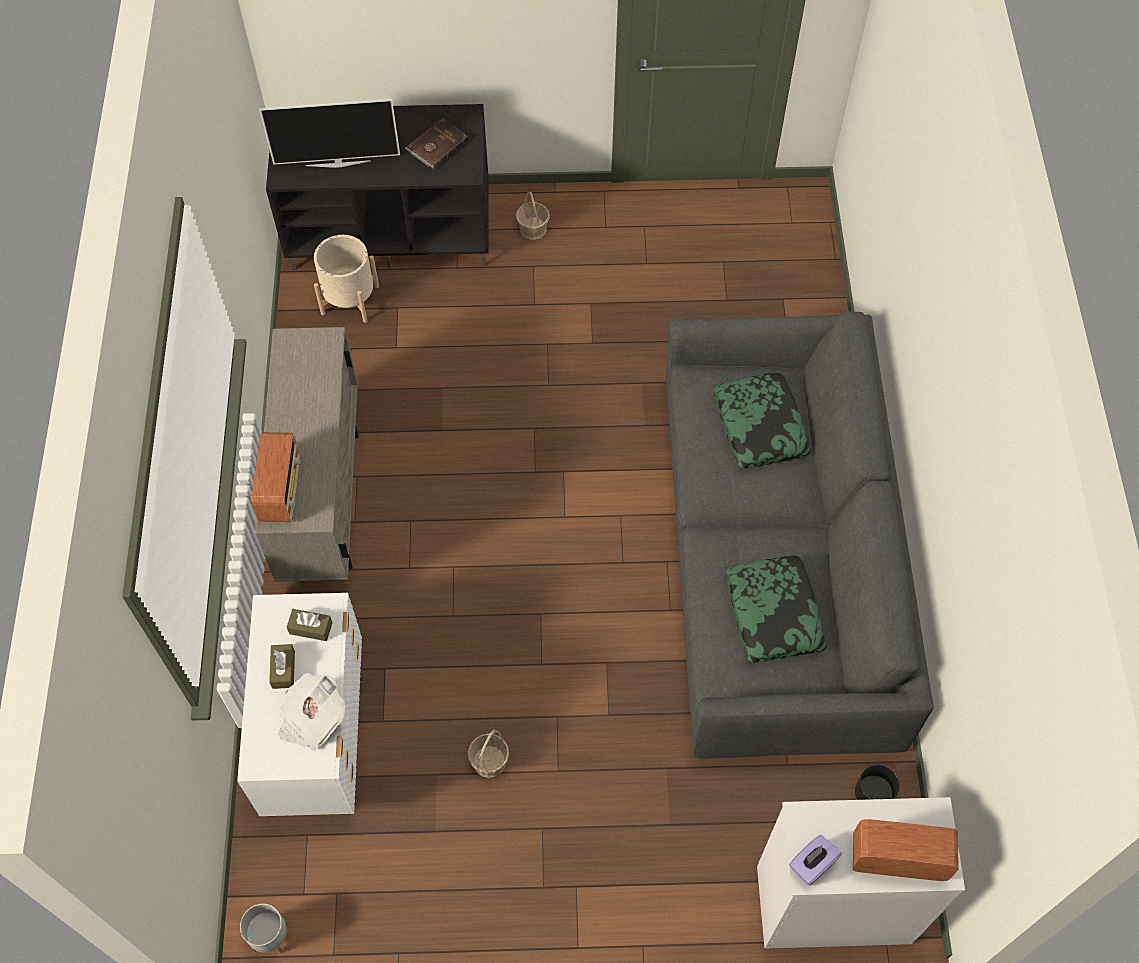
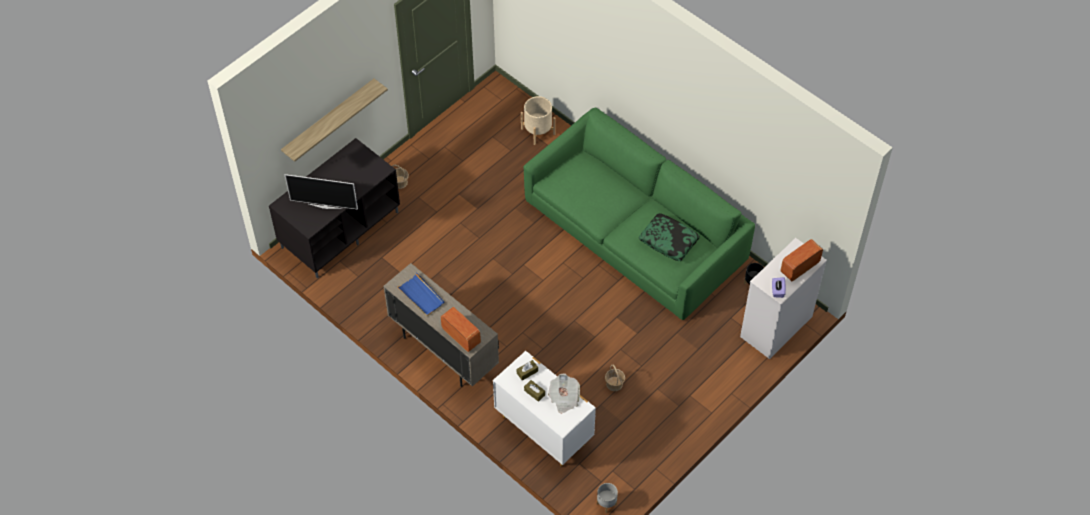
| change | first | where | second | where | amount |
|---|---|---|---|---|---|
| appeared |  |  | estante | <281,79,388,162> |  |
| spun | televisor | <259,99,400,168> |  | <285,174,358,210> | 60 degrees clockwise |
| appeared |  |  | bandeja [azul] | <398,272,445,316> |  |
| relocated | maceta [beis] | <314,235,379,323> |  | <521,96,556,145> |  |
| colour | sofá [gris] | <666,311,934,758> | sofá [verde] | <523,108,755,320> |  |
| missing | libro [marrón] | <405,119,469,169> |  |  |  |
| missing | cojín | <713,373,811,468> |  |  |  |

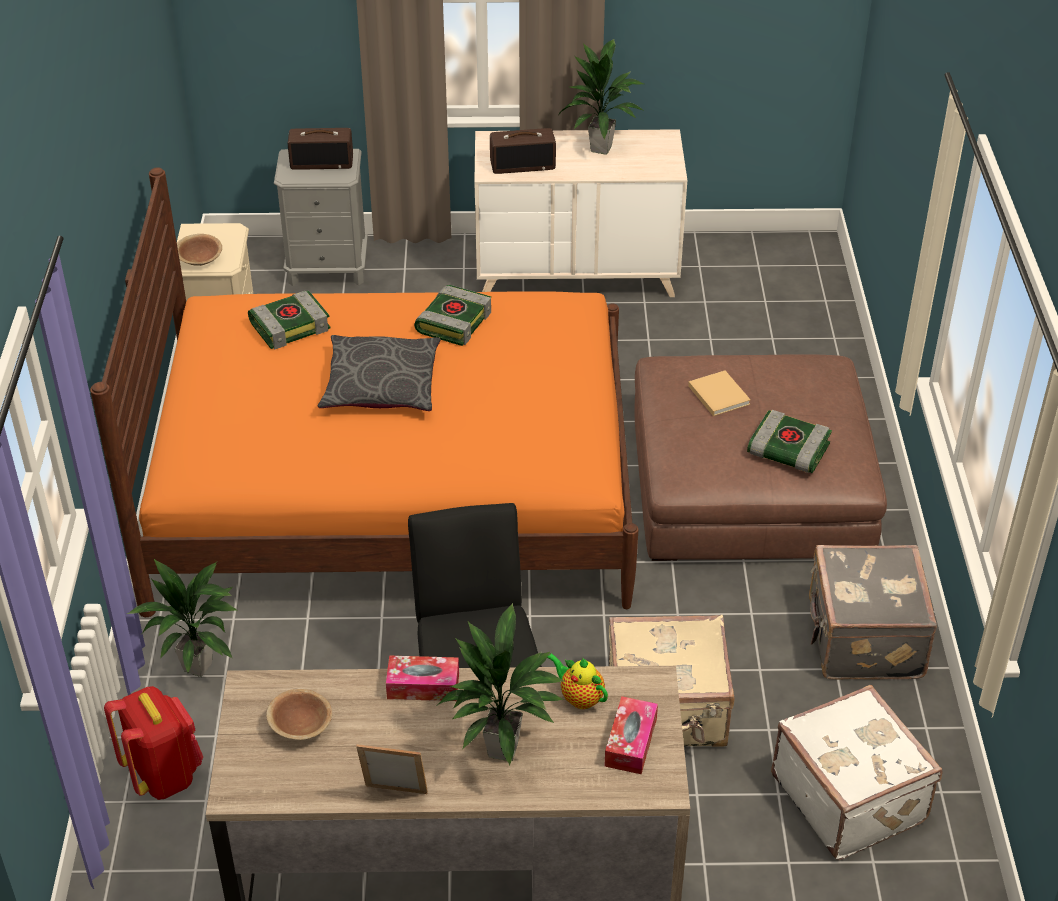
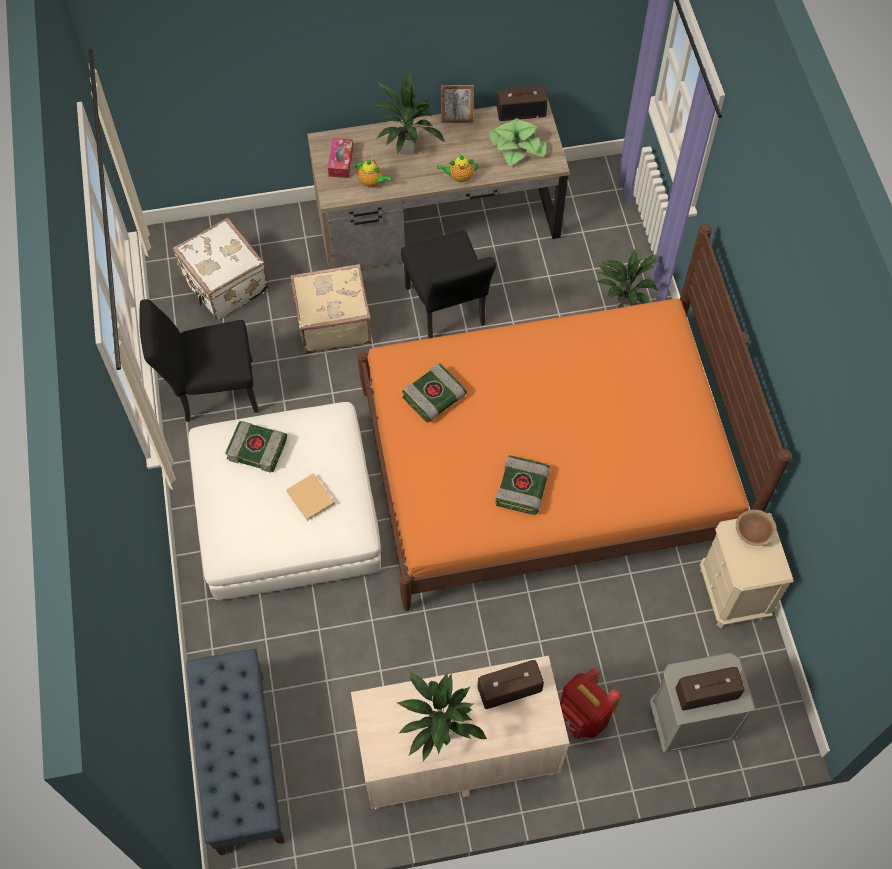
| change | first | where | second | where | amount |
|---|---|---|---|---|---|
| exchanged | maleta [gris] | <809,545,937,680> | silla [negro] | <139,299,259,422> |  |
| appeared |  |  | banco [azul] | <186,649,285,855> |  |
| colour | puf [marrón] | <635,354,887,561> | puf [blanco] | <189,402,381,600> |  |
| relocated | libro | <248,291,330,349> |  | <402,363,467,423> |  |
| exchanged | caja de pañuelos | <386,656,459,701> | tetera | <437,155,478,183> |  |
| exchanged | cuenco [marrón] | <266,689,332,740> | planta en maceta | <489,118,547,166> |  |
| appeared |  |  | radio | <497,86,548,121> |  |
| relocated | mochila [rojo] | <104,686,203,800> |  | <560,668,621,739> |  |
| missing | cojín [gris] | <318,335,441,411> |  |  |  |

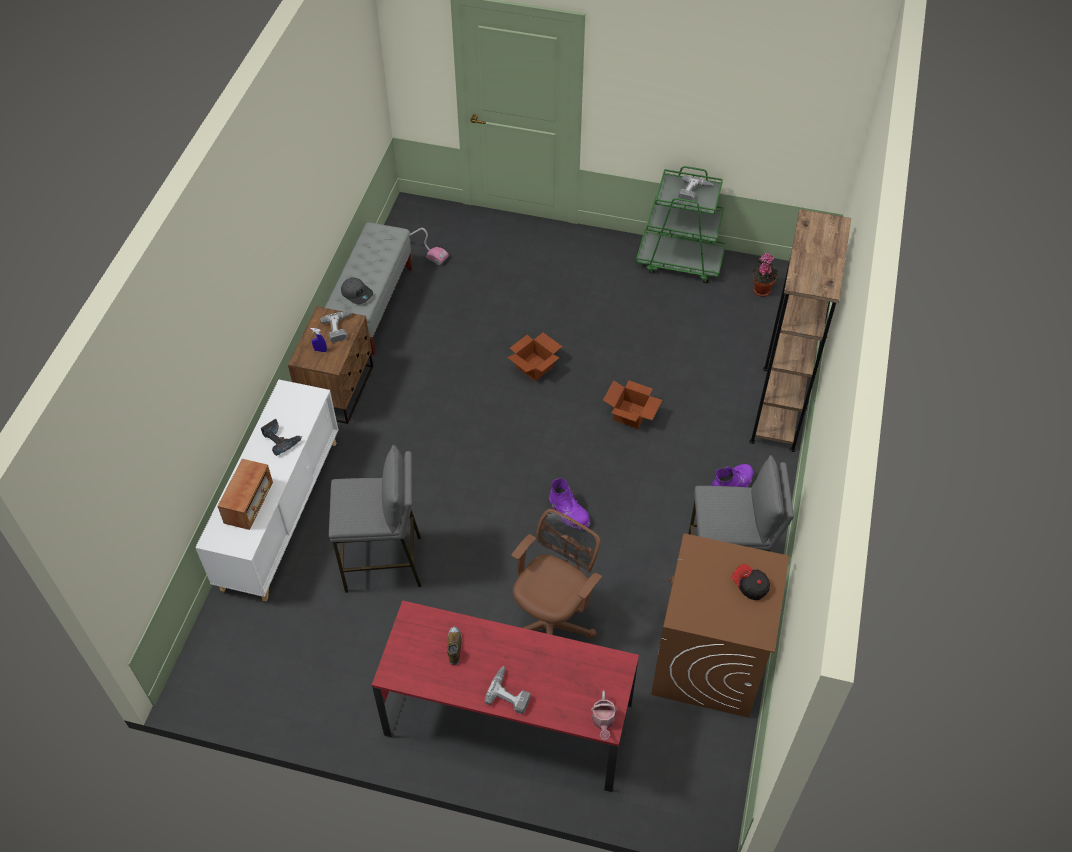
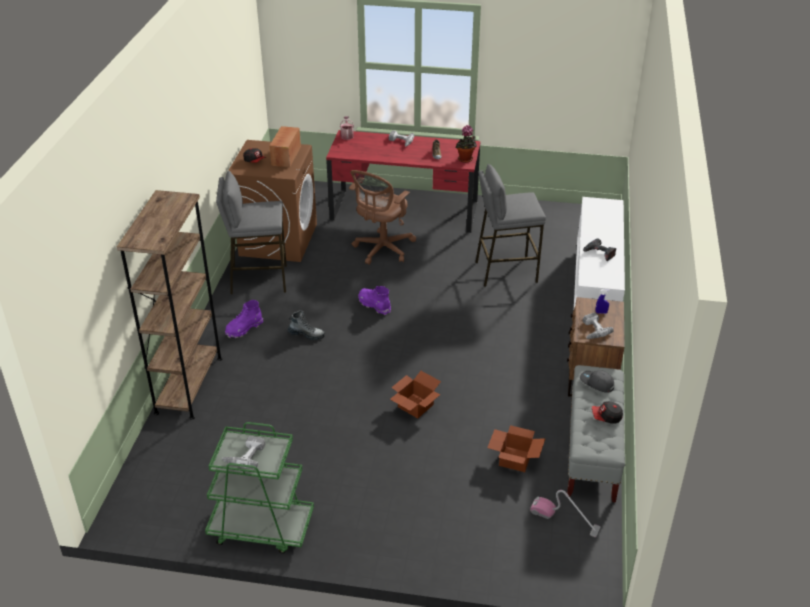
| change | first | where | second | where | amount |
|---|---|---|---|---|---|
| relocated | radio | <218,459,273,530> |  | <270,126,301,167> |  |
| appeared |  |  | bota | <287,310,325,340> |  |
| relocated | planta en maceta | <752,253,778,297> |  | <455,125,477,163> |  |
| relocated | caja de cartón | <603,380,662,429> |  | <487,425,546,472> |  |
| appeared |  |  | gorra | <592,401,623,424> |  |

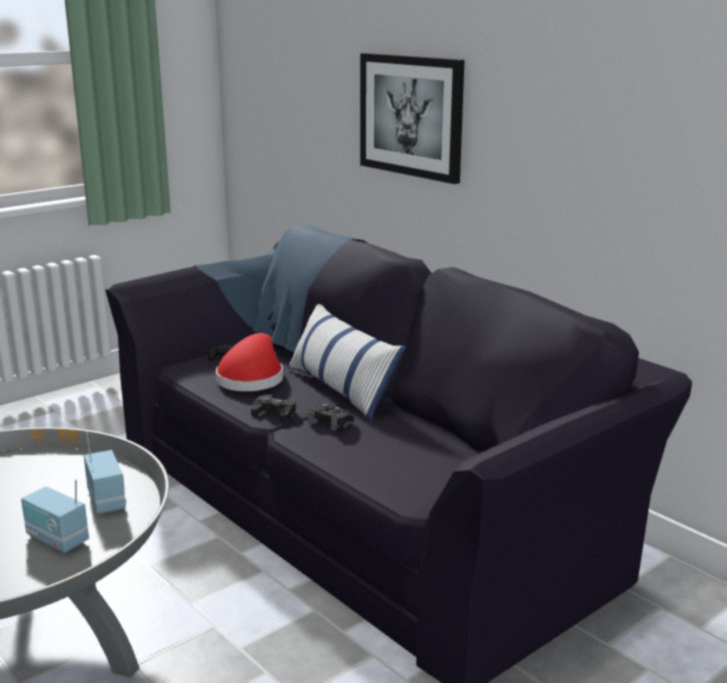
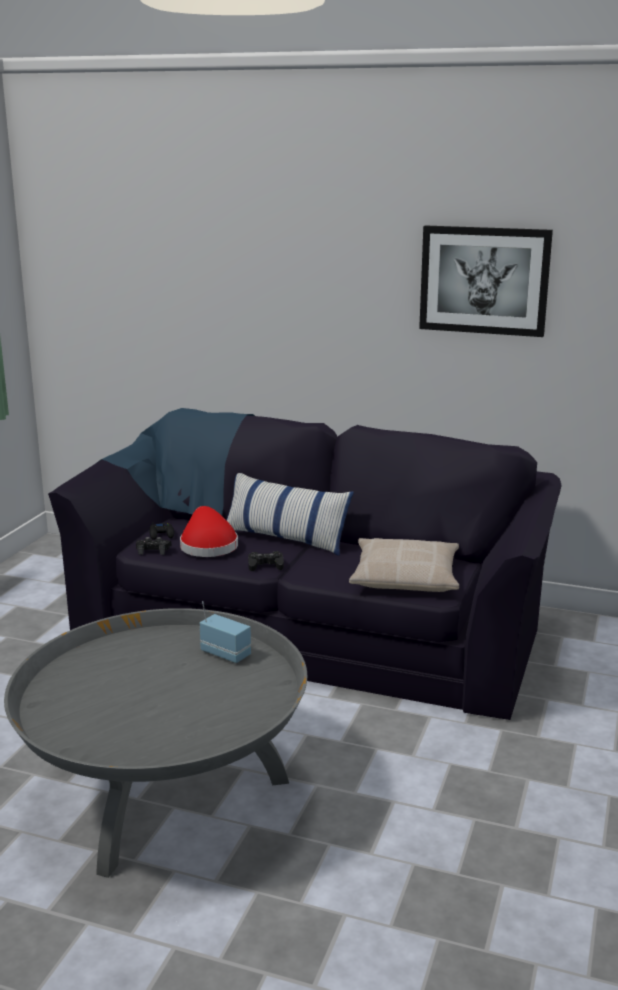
| change | first | where | second | where | amount |
|---|---|---|---|---|---|
| relocated | mando de consola [negro] | <308,404,354,431> |  | <136,537,171,555> |  |
| appeared |  |  | cojín [beis] | <349,538,459,592> |  |
| relocated | cuadro | <360,53,464,184> |  | <419,225,553,337> |  |
| missing | radio | <21,480,89,553> |  |  |  |

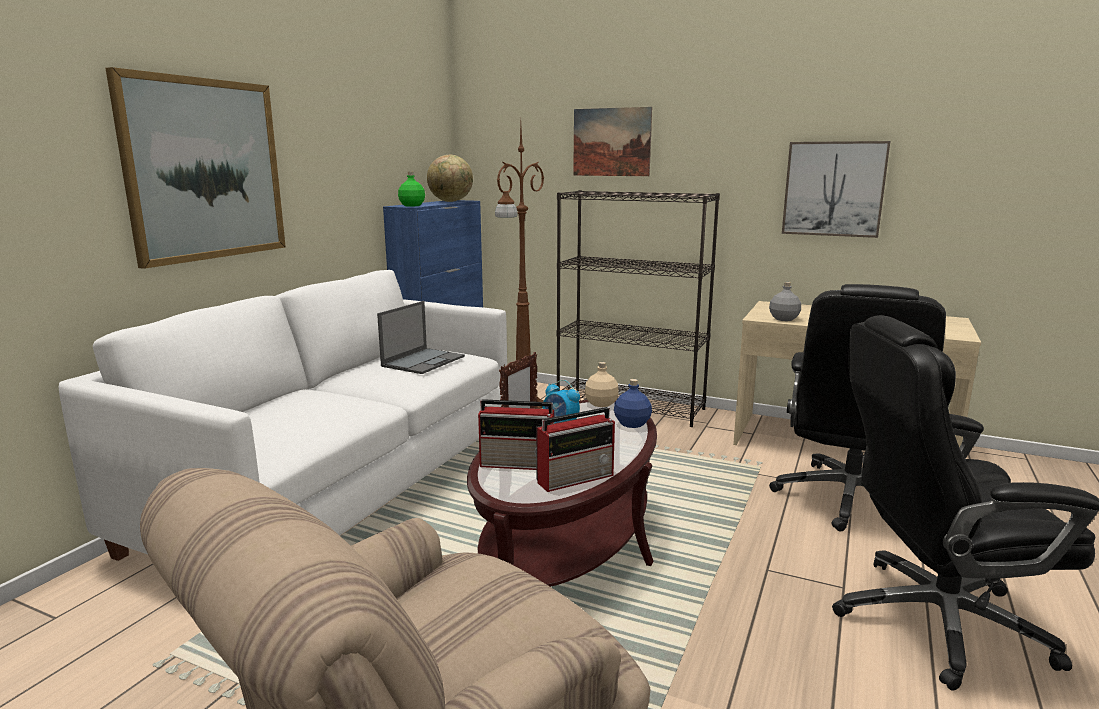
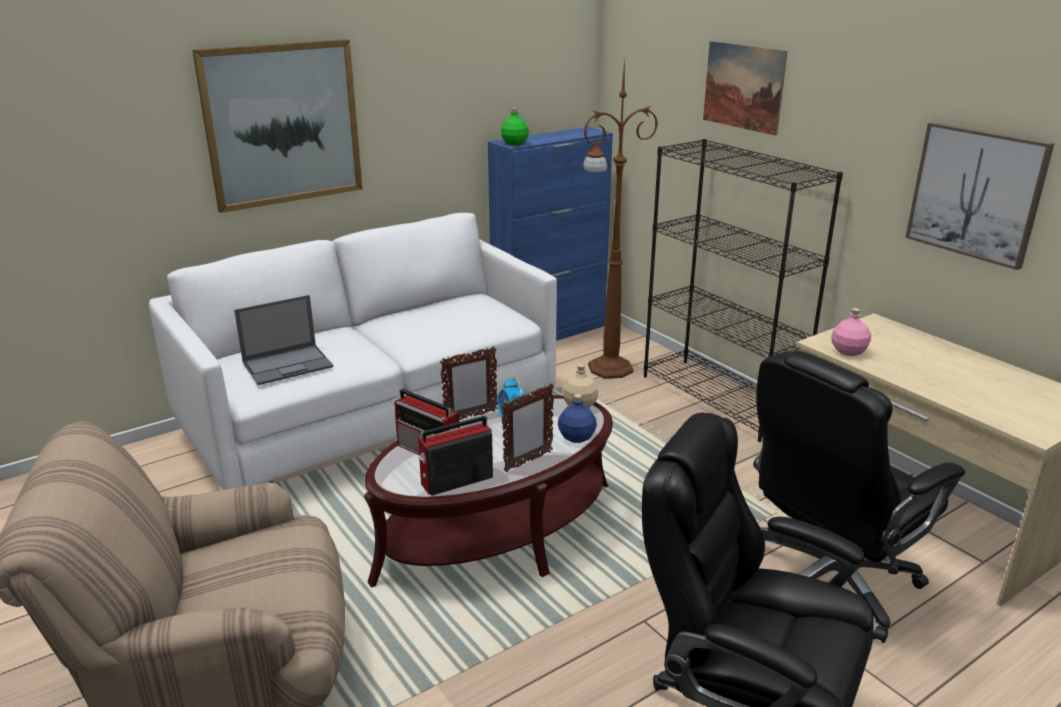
| change | first | where | second | where | amount |
|---|---|---|---|---|---|
| relocated | portátil | <377,301,465,374> |  | <234,295,333,385> |  |
| spun | radio | <536,407,615,492> |  | <418,416,493,496> | 150 degrees clockwise |
| appeared |  |  | portarretratos | <501,383,554,472> |  |
| colour | botella [gris] | <769,282,801,321> | botella [rosa] | <831,308,871,356> |  |
| missing | globo terráqueo | <427,155,473,202> |  |  |  |

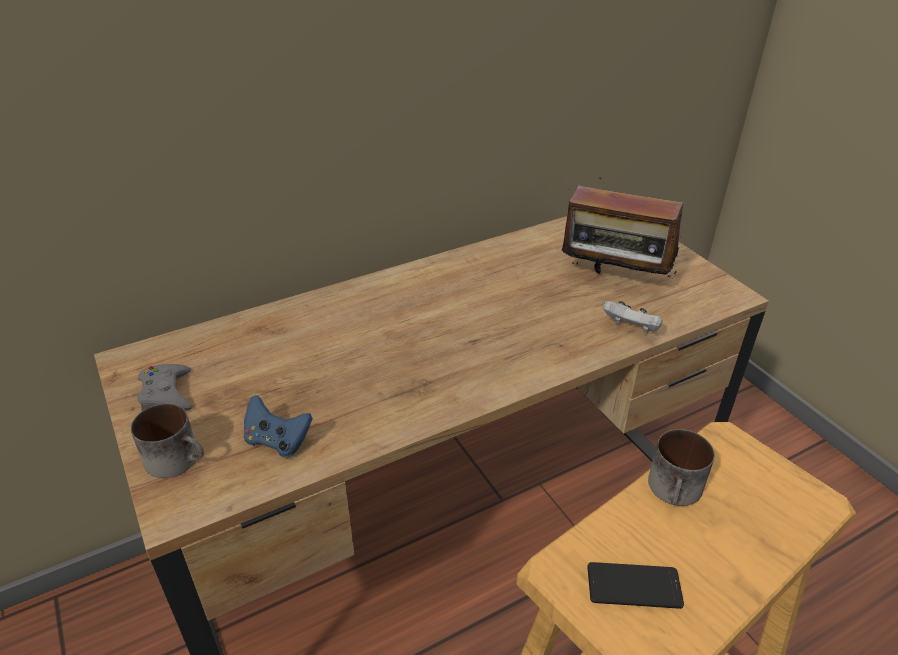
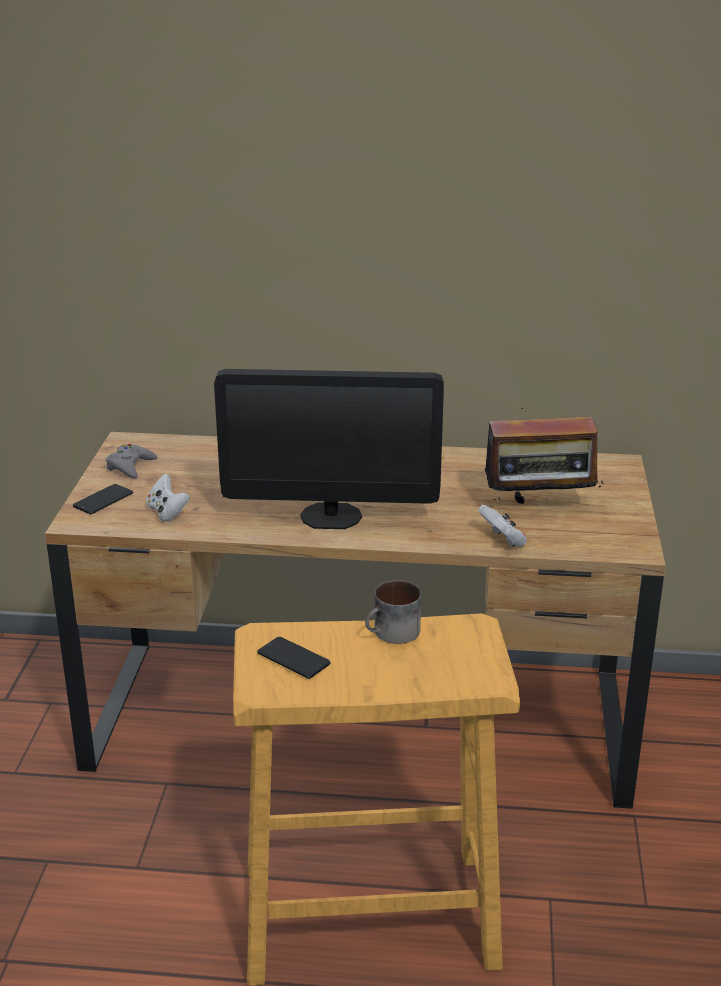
| change | first | where | second | where | amount |
|---|---|---|---|---|---|
| exchanged | taza grande | <131,403,204,478> | móvil | <73,484,133,514> |  |
| colour | mando de consola [azul] | <244,395,313,457> | mando de consola [blanco] | <146,474,190,521> |  |
| appeared |  |  | monitor | <214,369,444,529> |  |
| spun | radio | <562,170,683,277> |  | <485,408,603,510> | 60 degrees counterclockwise |

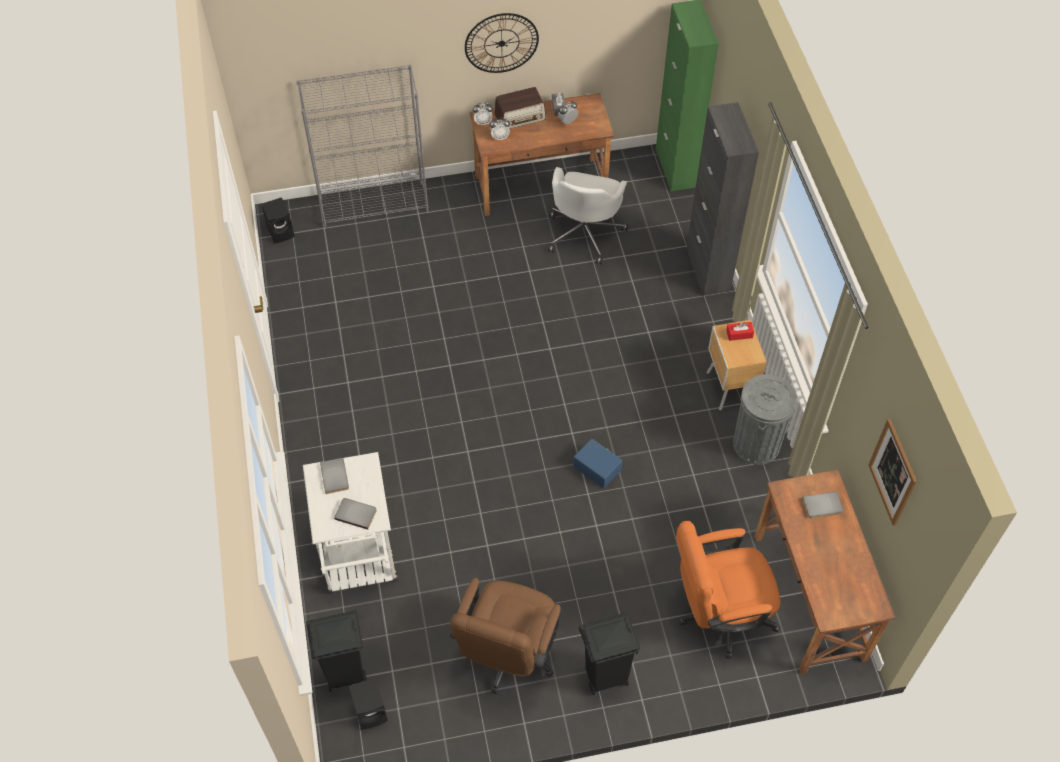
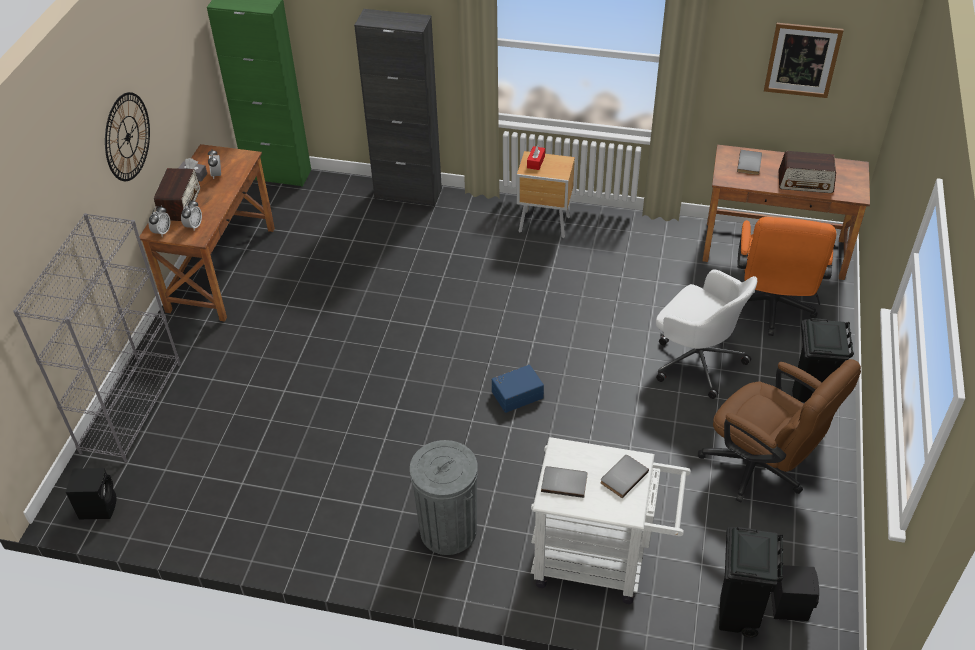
| change | first | where | second | where | amount |
|---|---|---|---|---|---|
| relocated | papelera [gris] | <733,374,797,465> |  | <410,440,478,555> |  |
| relocated | caja de almacenaje [azul] | <573,439,622,488> |  | <492,365,544,413> |  |
| relocated | silla de oficina [blanco] | <548,167,628,264> |  | <656,269,757,399> |  |
| appeared |  |  | radio | <778,151,836,193> |  |

